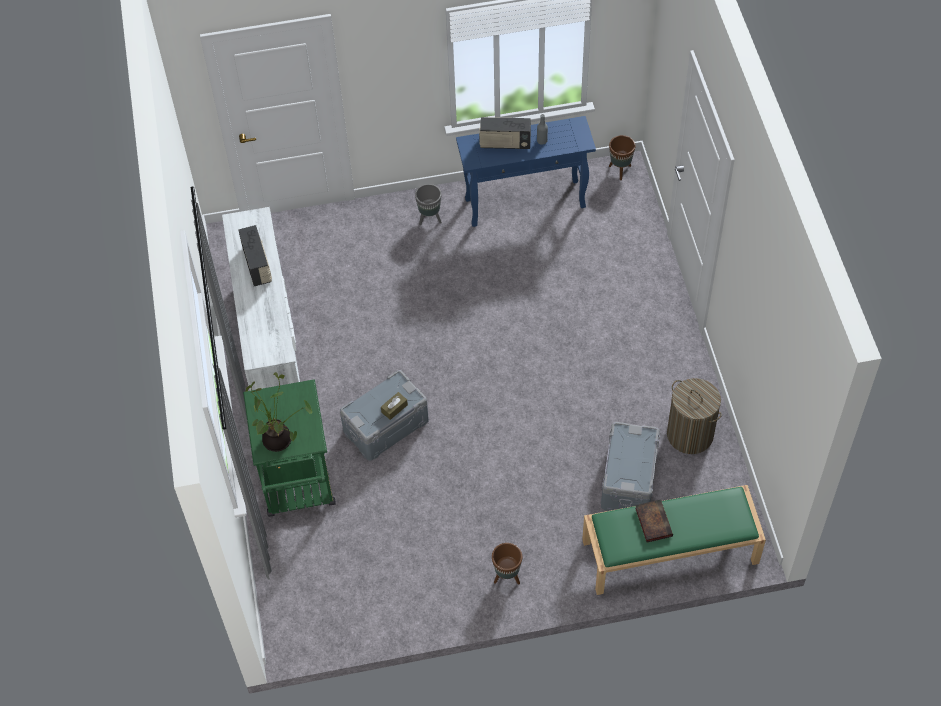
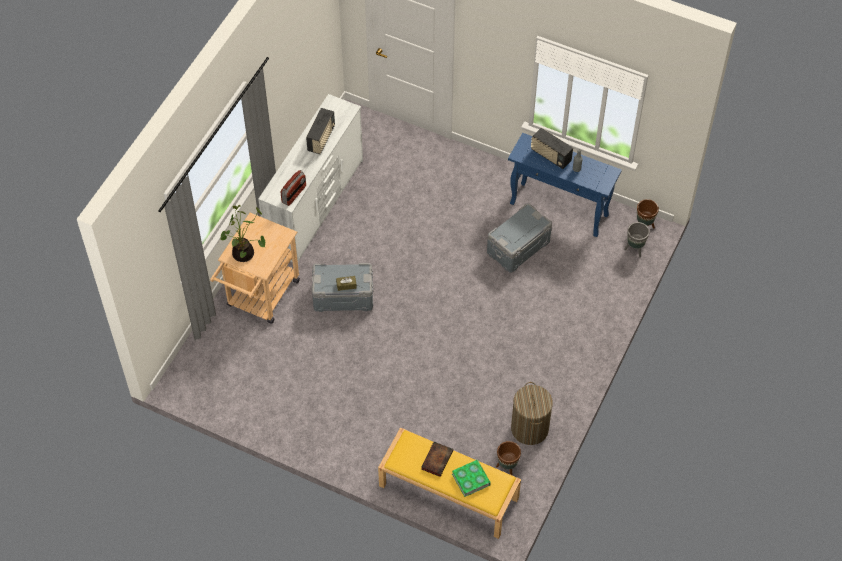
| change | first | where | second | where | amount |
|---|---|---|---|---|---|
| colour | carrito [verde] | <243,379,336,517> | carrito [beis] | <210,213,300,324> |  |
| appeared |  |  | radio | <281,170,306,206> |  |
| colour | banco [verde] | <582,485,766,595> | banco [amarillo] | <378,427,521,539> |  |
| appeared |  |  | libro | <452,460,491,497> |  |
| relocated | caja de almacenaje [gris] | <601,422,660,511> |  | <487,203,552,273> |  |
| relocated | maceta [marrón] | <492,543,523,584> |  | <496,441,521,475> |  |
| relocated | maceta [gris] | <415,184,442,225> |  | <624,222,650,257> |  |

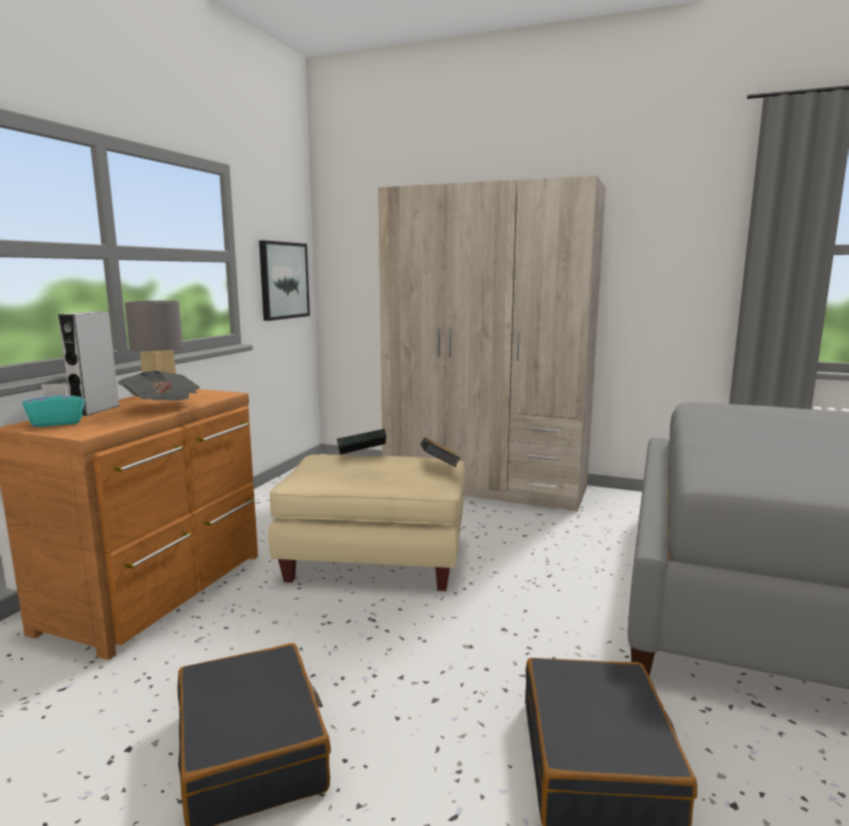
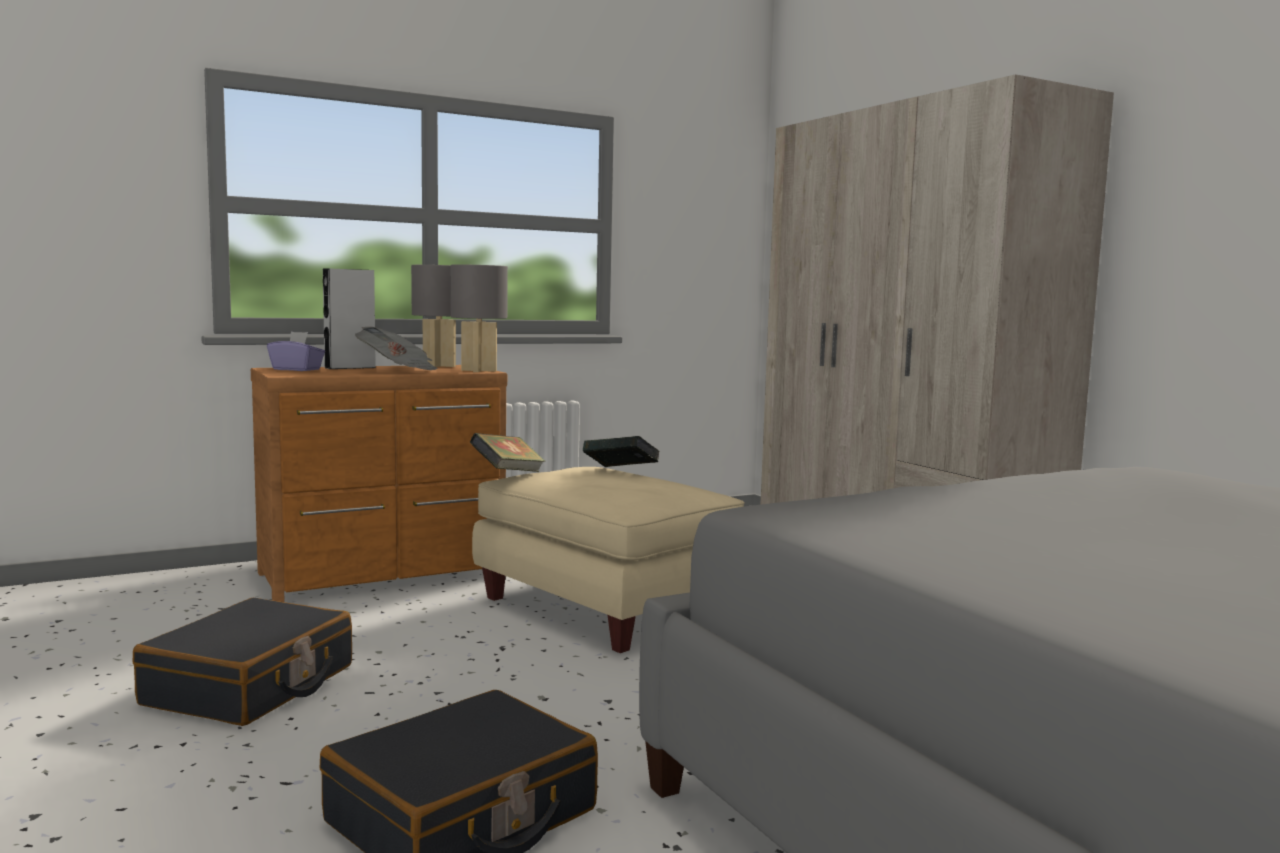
| change | first | where | second | where | amount |
|---|---|---|---|---|---|
| colour | caja de pañuelos [turquesa] | <22,383,85,427> | caja de pañuelos [morado] | <267,332,325,371> |  |
| appeared |  |  | lámpara de mesa [gris] | <450,264,508,372> |  |
| relocated | libro | <420,438,461,467> |  | <470,433,545,472> |  |
| missing | cuadro | <259,240,310,321> |  |  |  |

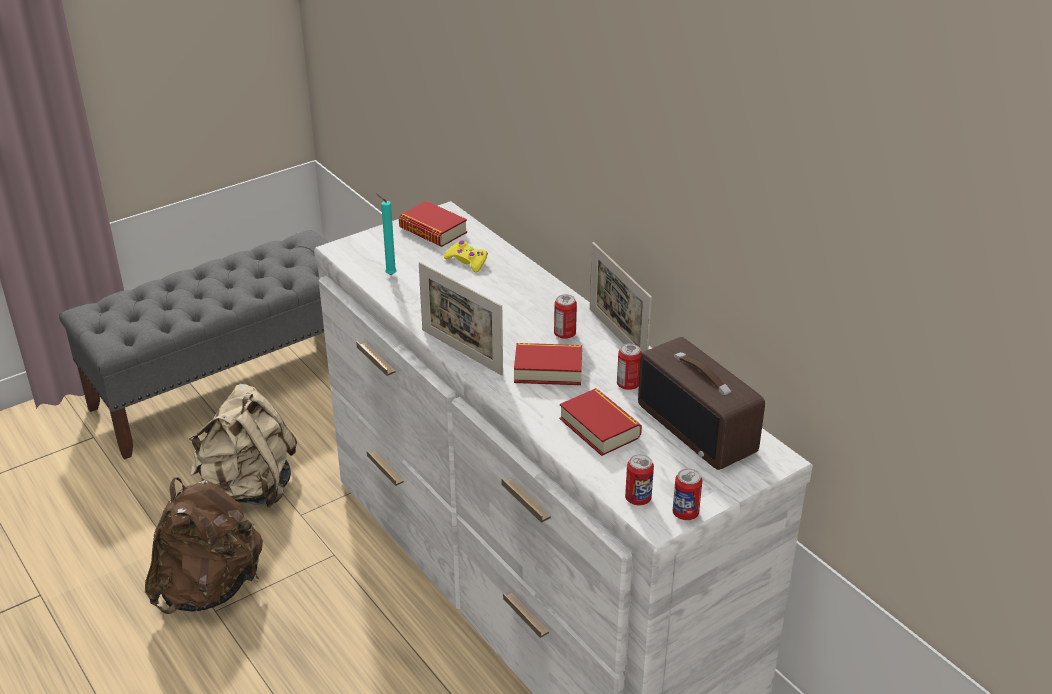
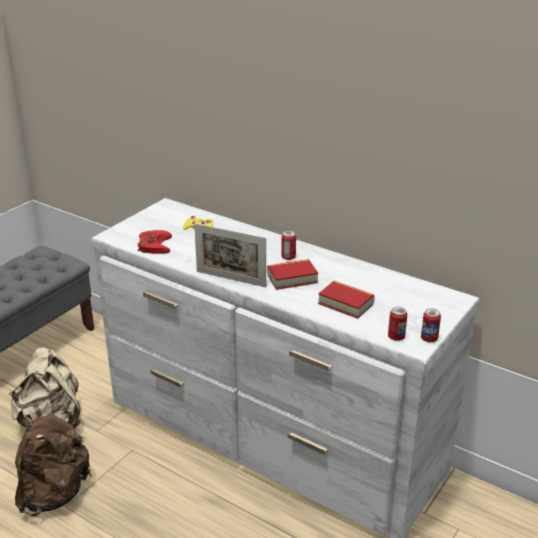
| change | first | where | second | where | amount |
|---|---|---|---|---|---|
| exchanged | vela [turquesa] | <376,194,397,275> | mando de consola [rojo] | <137,230,172,254> |  |
| missing | libro | <399,201,467,247> |  |  |  |
| missing | portarretratos | <590,242,652,353> |  |  |  |
| missing | lata | <617,343,642,390> |  |  |  |
| missing | radio | <638,337,765,470> |  |  |  |

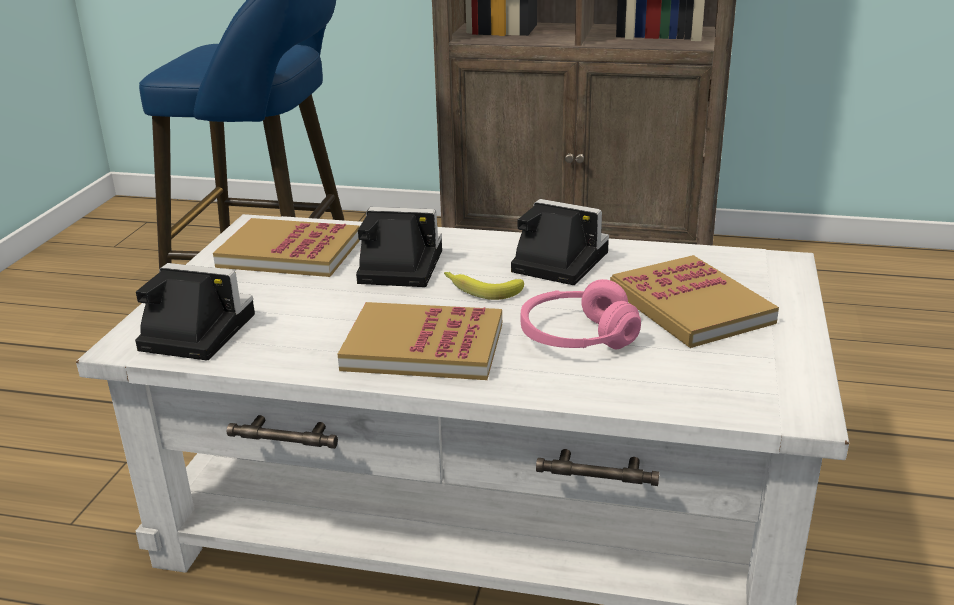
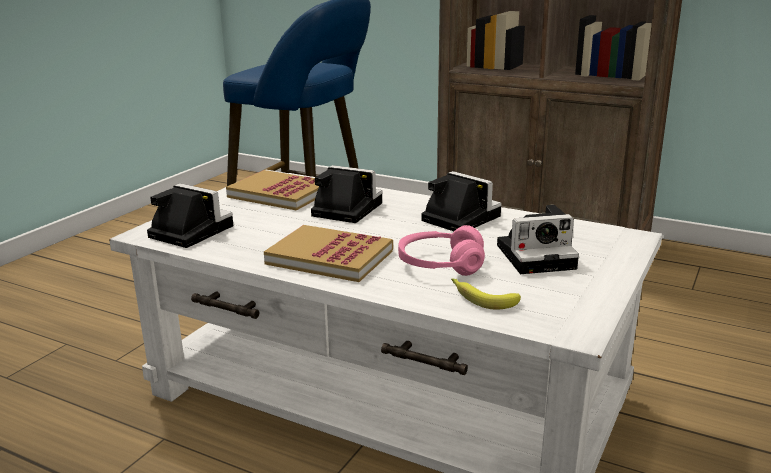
| change | first | where | second | where | amount |
|---|---|---|---|---|---|
| relocated | plátano | <444,272,524,300> |  | <451,279,521,310> |  |
| exchanged | libro | <610,255,779,348> | cámara | <497,205,579,274> |  |

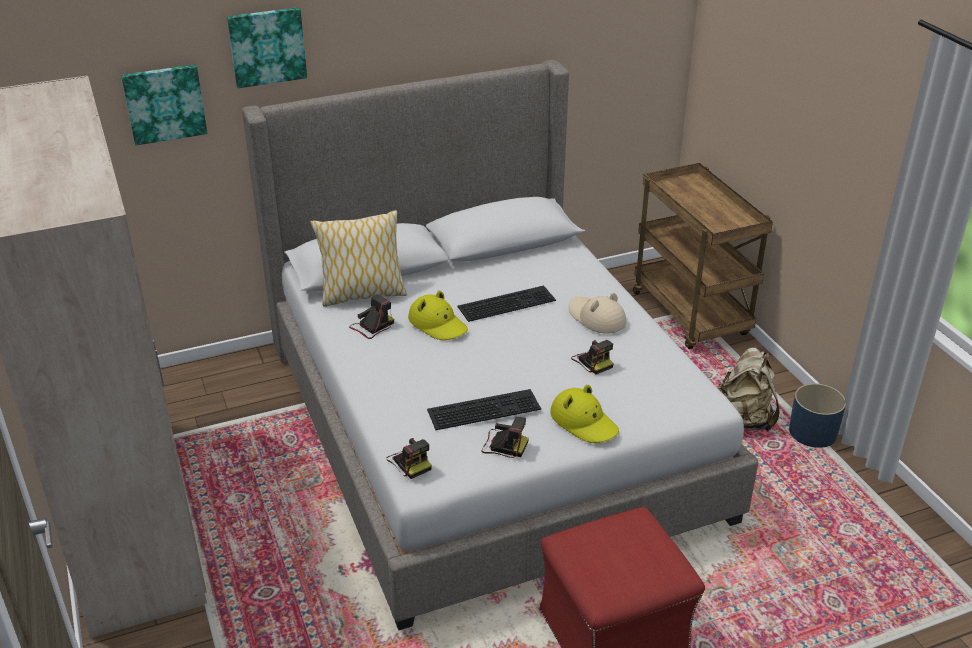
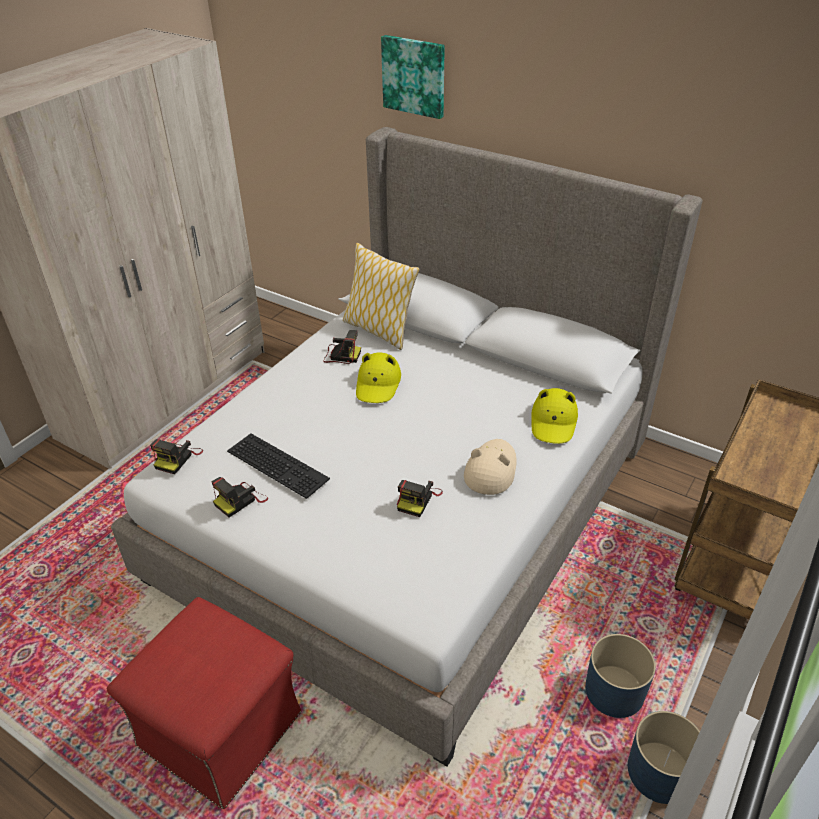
| change | first | where | second | where | amount |
|---|---|---|---|---|---|
| spun | cámara | <481,417,529,458> |  | <211,477,268,517> | 60 degrees clockwise |
| relocated | sombrero [amarillo] | <550,385,619,443> |  | <532,388,578,444> |  |
| exchanged | mochila [beis] | <718,347,780,431> | maceta [azul] | <585,634,656,718> |  |
| missing | cuadro | <121,65,208,145> |  |  |  |
| missing | teclado | <457,286,556,322> |  |  |  |

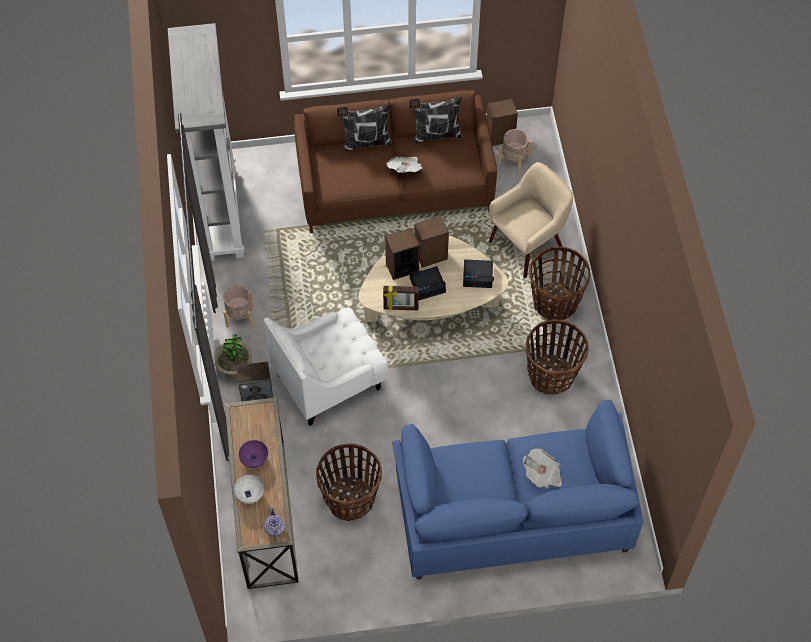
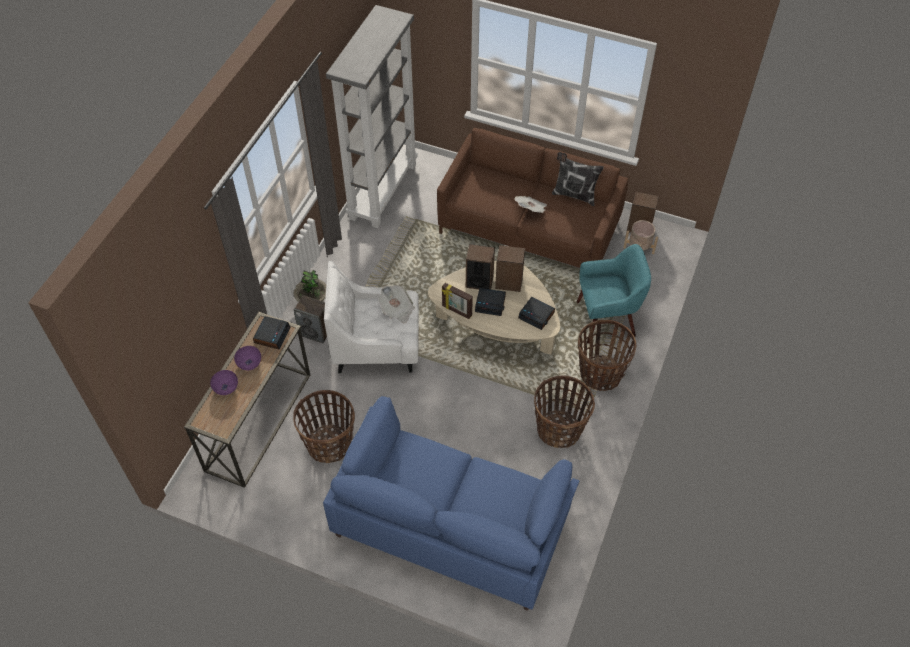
| change | first | where | second | where | amount |
|---|---|---|---|---|---|
| colour | cuenco [blanco] | <234,475,264,504> | cuenco [morado] | <210,370,238,395> |  |
| appeared |  |  | despertador | <253,316,291,350> |  |
| relocated | periódico | <523,448,562,488> |  | <378,285,415,323> |  |
| colour | sillón [beis] | <489,162,573,278> | sillón [turquesa] | <576,244,651,344> |  |
| missing | maceta [beis] | <223,285,254,328> |  |  |  |
| missing | tetera | <264,507,285,542> |  |  |  |
| missing | cojín | <337,104,392,152> |  |  |  |

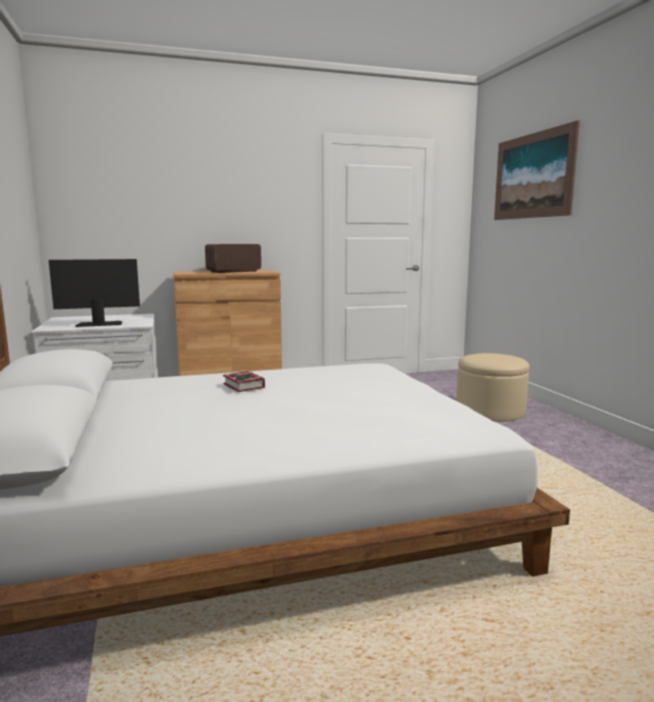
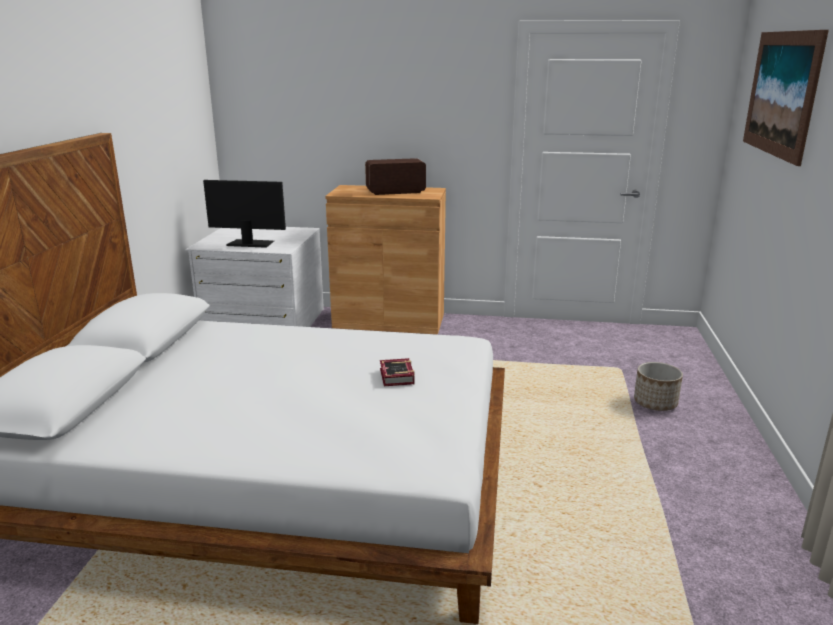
| change | first | where | second | where | amount |
|---|---|---|---|---|---|
| relocated | libro | <223,371,265,392> |  | <380,358,415,386> |  |
| exchanged | puf [beis] | <456,353,530,422> | maceta | <634,362,683,411> |  |

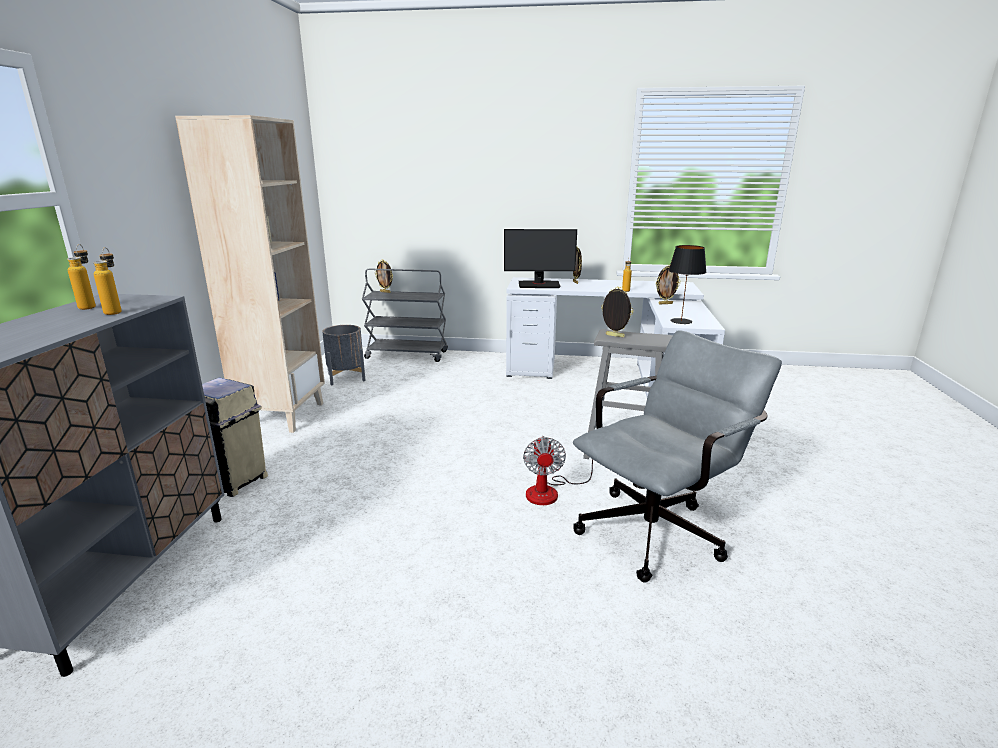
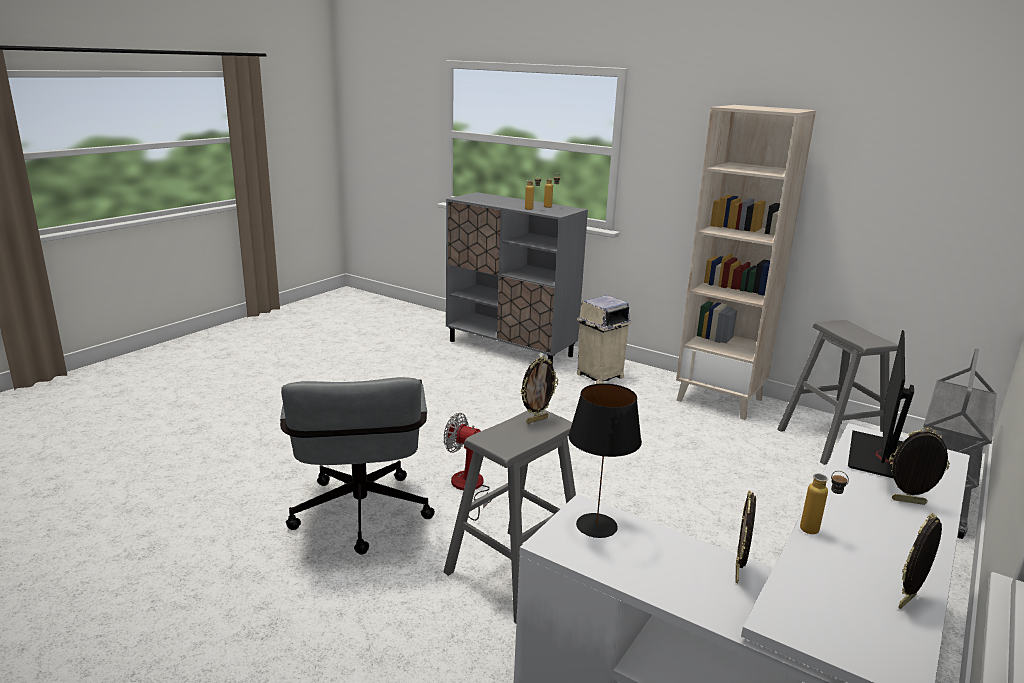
| change | first | where | second | where | amount |
|---|---|---|---|---|---|
| exchanged | maceta [gris] | <322,325,366,385> | taburete [gris] | <777,320,898,465> |  |
| relocated | portarretratos | <375,260,393,293> |  | <898,513,942,609> |  |

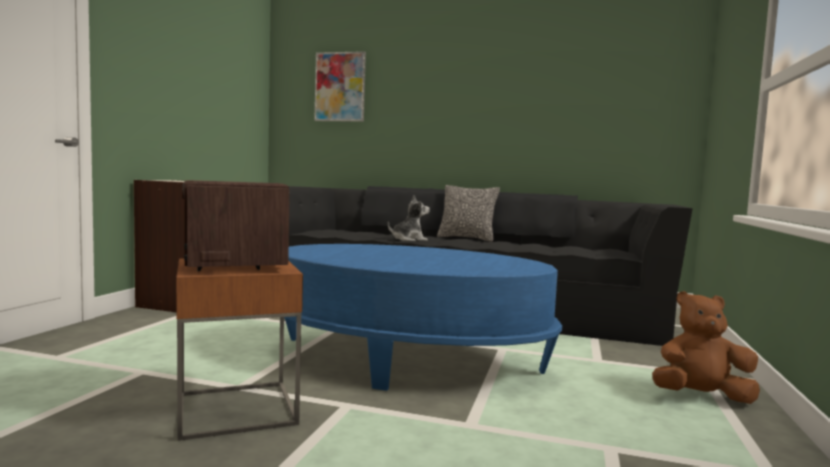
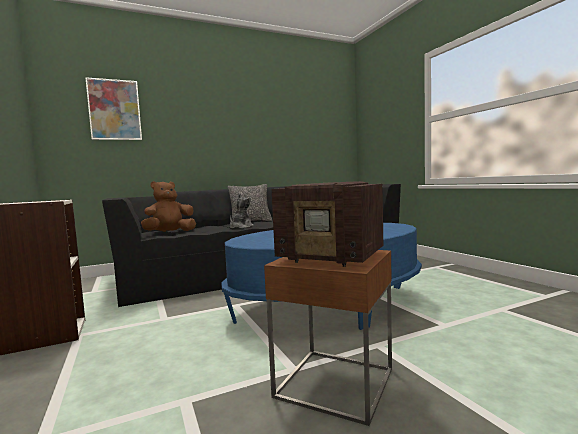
| change | first | where | second | where | amount |
|---|---|---|---|---|---|
| relocated | peluche [marrón] | <652,291,760,404> |  | <141,181,196,232> |  |

